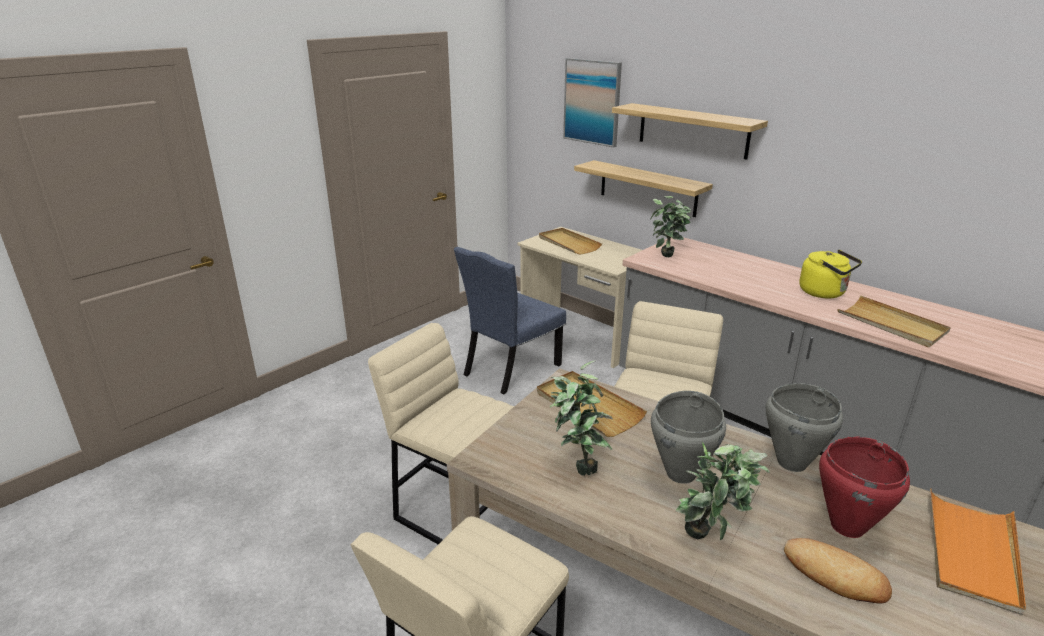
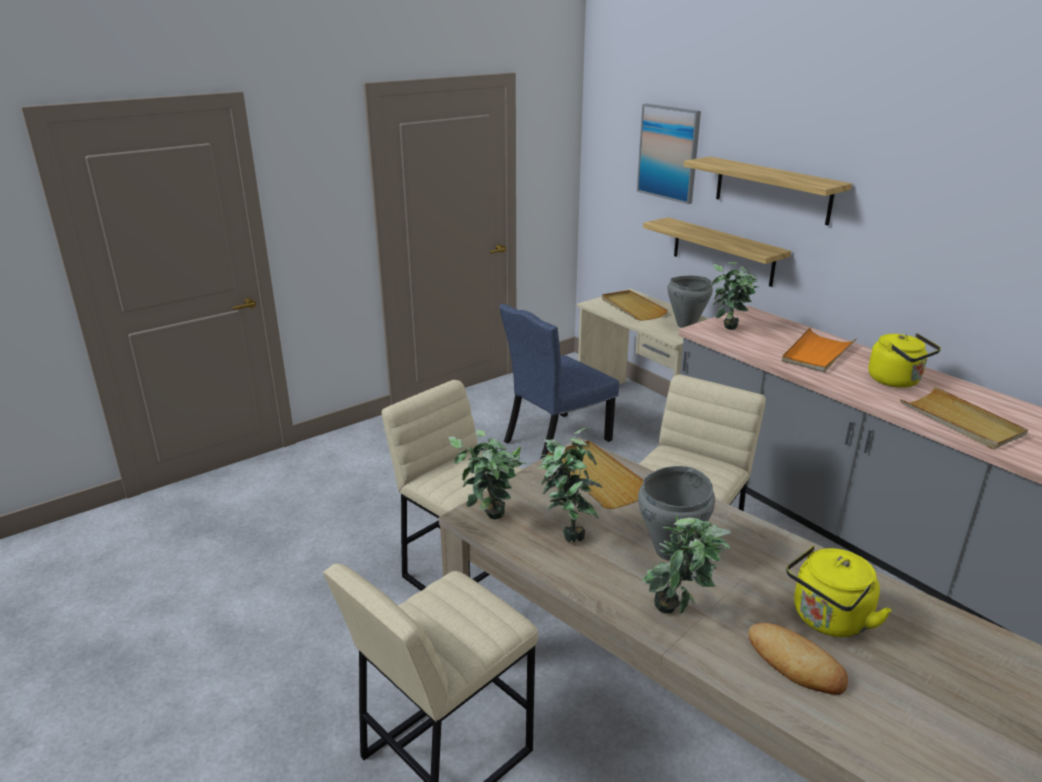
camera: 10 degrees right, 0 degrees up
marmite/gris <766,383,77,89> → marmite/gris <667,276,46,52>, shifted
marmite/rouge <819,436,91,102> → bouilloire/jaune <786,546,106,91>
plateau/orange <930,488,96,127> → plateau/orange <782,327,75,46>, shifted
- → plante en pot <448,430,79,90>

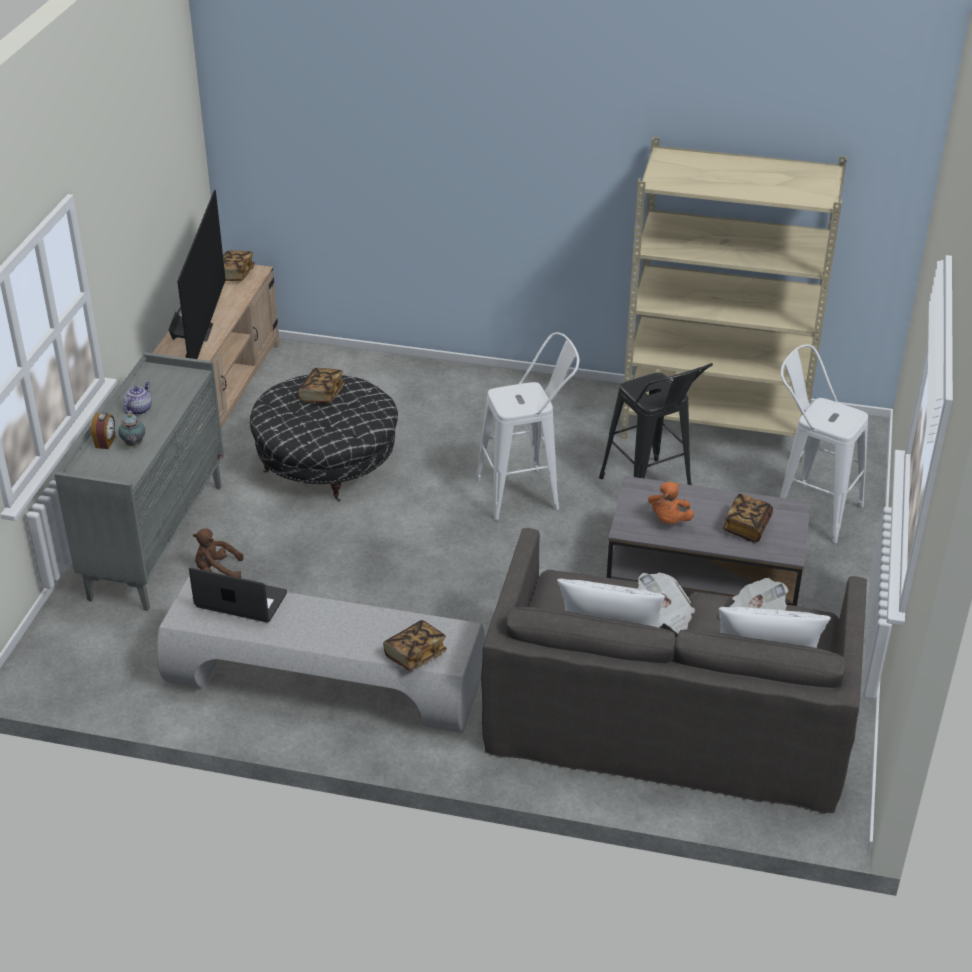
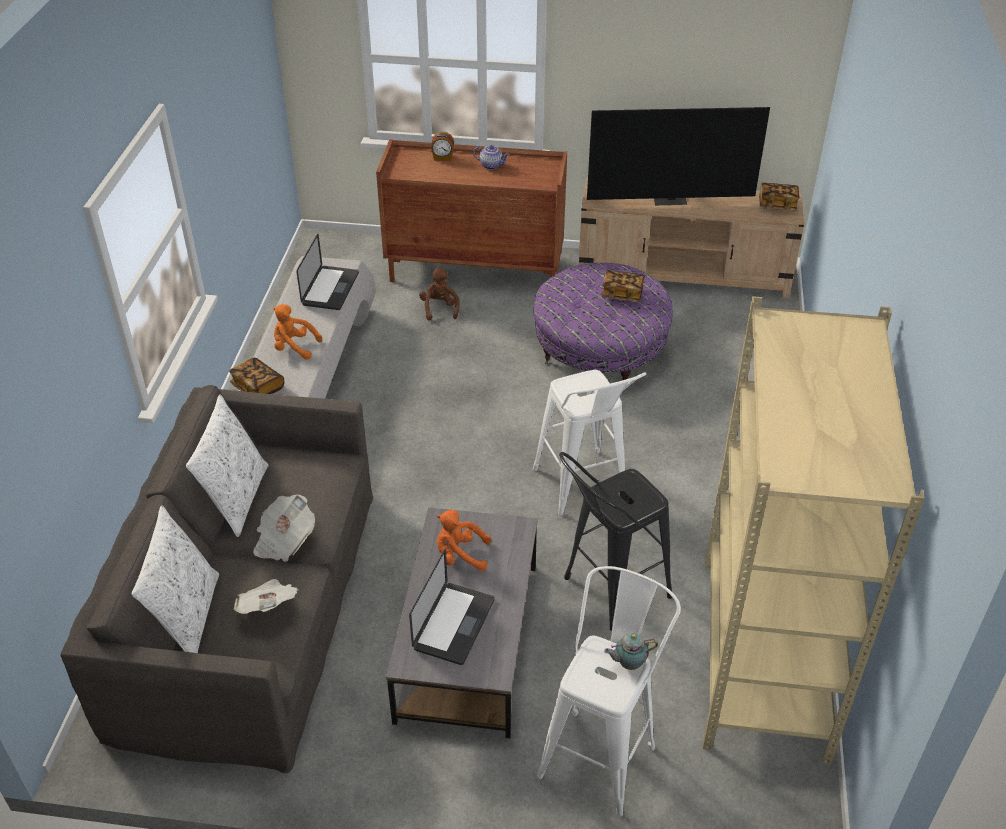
camera: 85 degrees right, 5 degrees up
meuble de rangement/gris <54,352,170,259> → meuble de rangement/marron <376,139,191,143>
pouf/noir <250,375,148,127> → pouf/violet <533,263,140,117>
théière <119,412,26,34> → théière <604,632,54,38>, shifted
livre <723,494,50,49> → ordinateur portable <409,549,86,116>
- → peluche/orange <273,304,49,56>

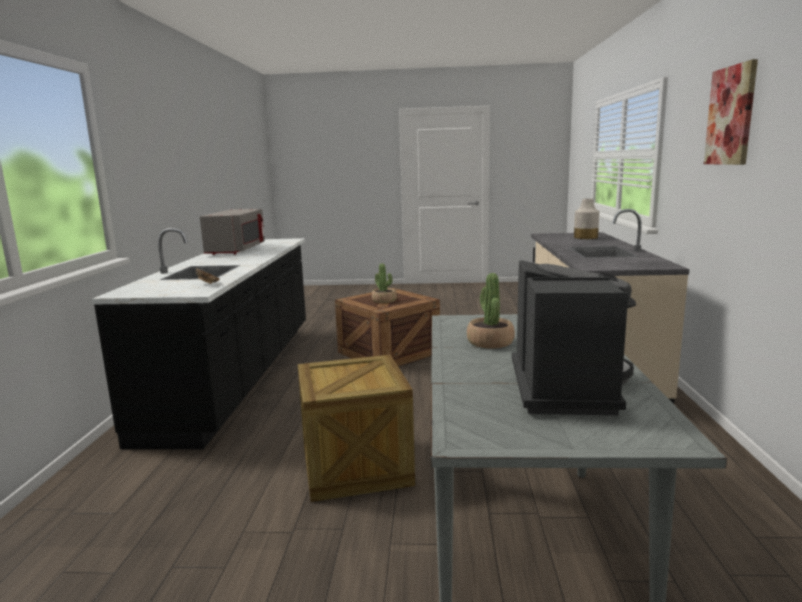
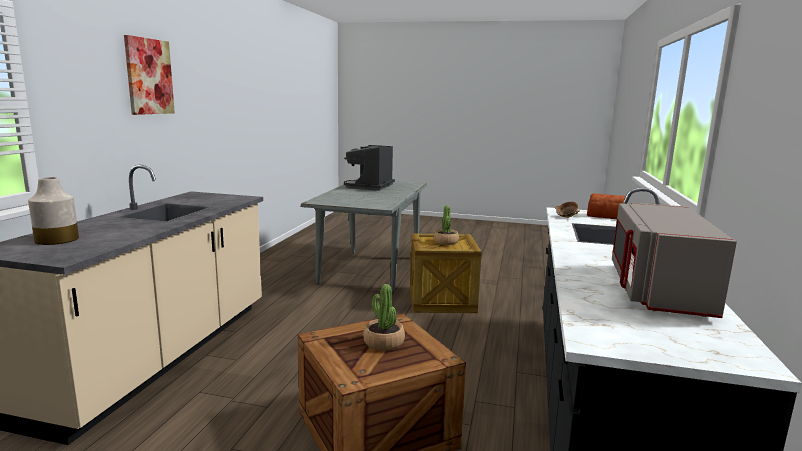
camera: 170 degrees left, 0 degrees up
plante en pot <467,273,48,75> → plante en pot <434,205,25,40>, shifted
- → pain <587,193,38,26>

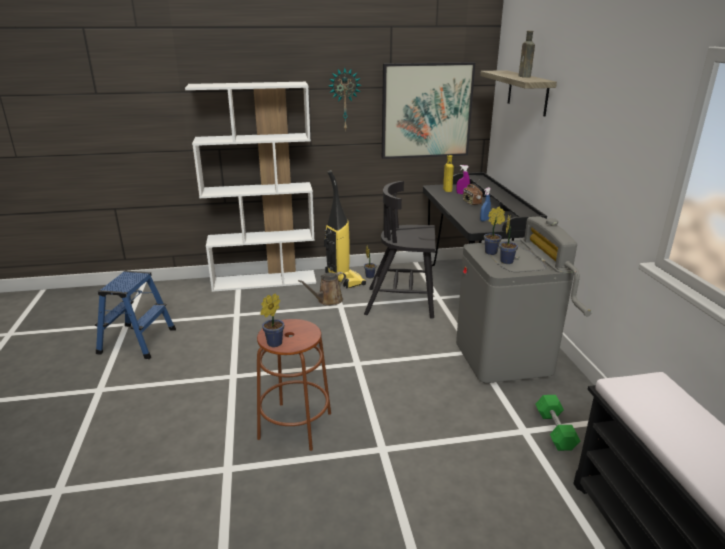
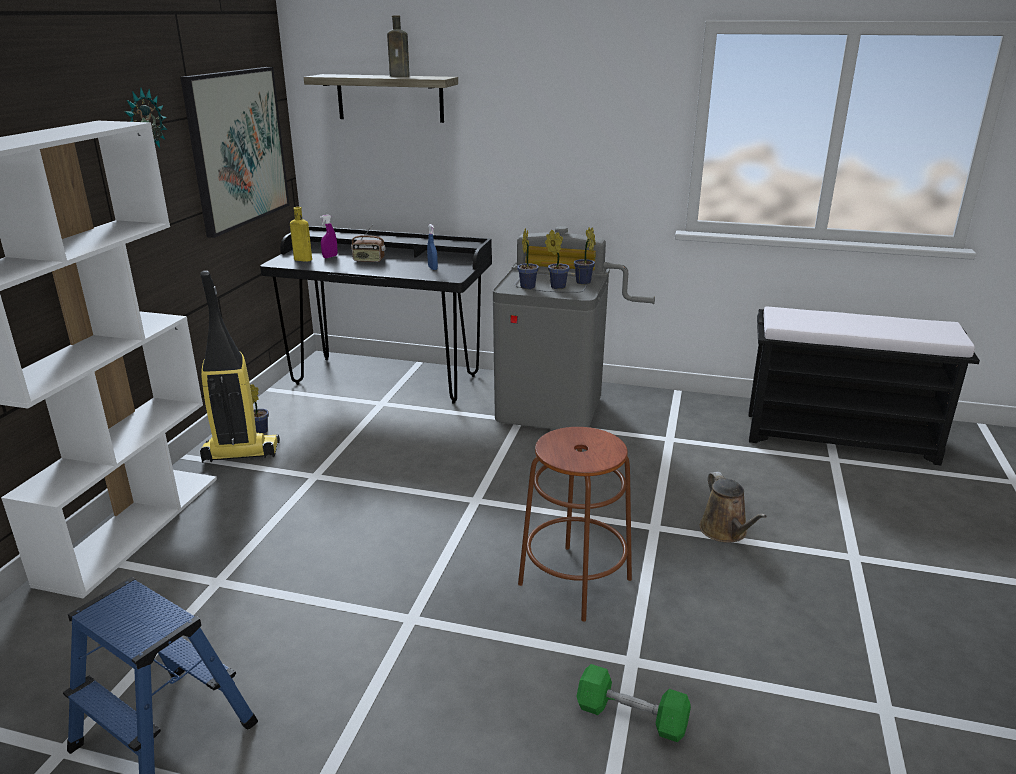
camera: 65 degrees left, 0 degrees up
chaise/noir <364,181,72,138> → -
arrosoir/marron <298,272,48,33> → arrosoir/marron <700,472,67,71>, shifted
plante en pot <260,293,24,54> → plante en pot <574,227,22,58>, shifted
haltère/vert <536,395,44,56> → haltère/vert <576,664,115,78>, shifted

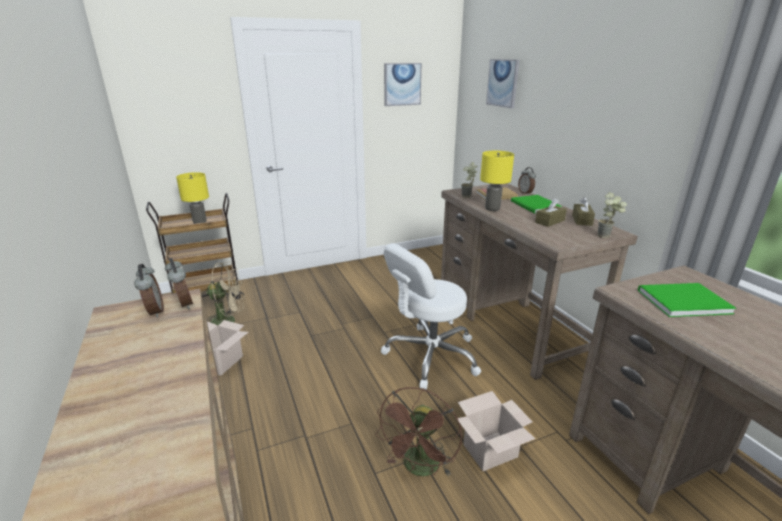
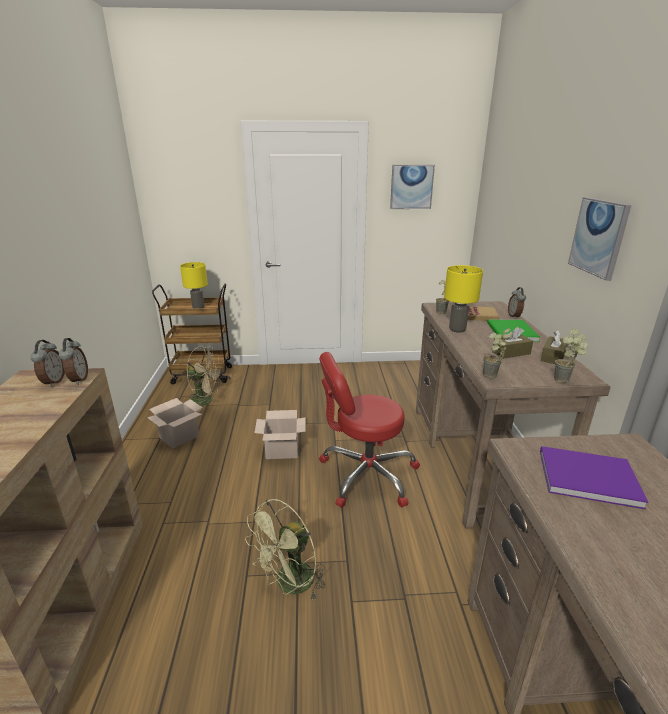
camera: 20 degrees right, 0 degrees up
tableau <486,59,33,49> → tableau <568,197,63,84>, shifted
chaise de bureau/blanc <381,243,100,147> → chaise de bureau/rouge <319,352,101,156>
livre/vert <638,283,98,34> → livre/violet <540,446,108,63>
ventilateur/marron <375,387,87,89> → ventilateur/vert <245,499,80,103>
carton <458,391,77,80> → carton <255,410,51,49>, shifted
- → plante en pot <483,328,28,51>

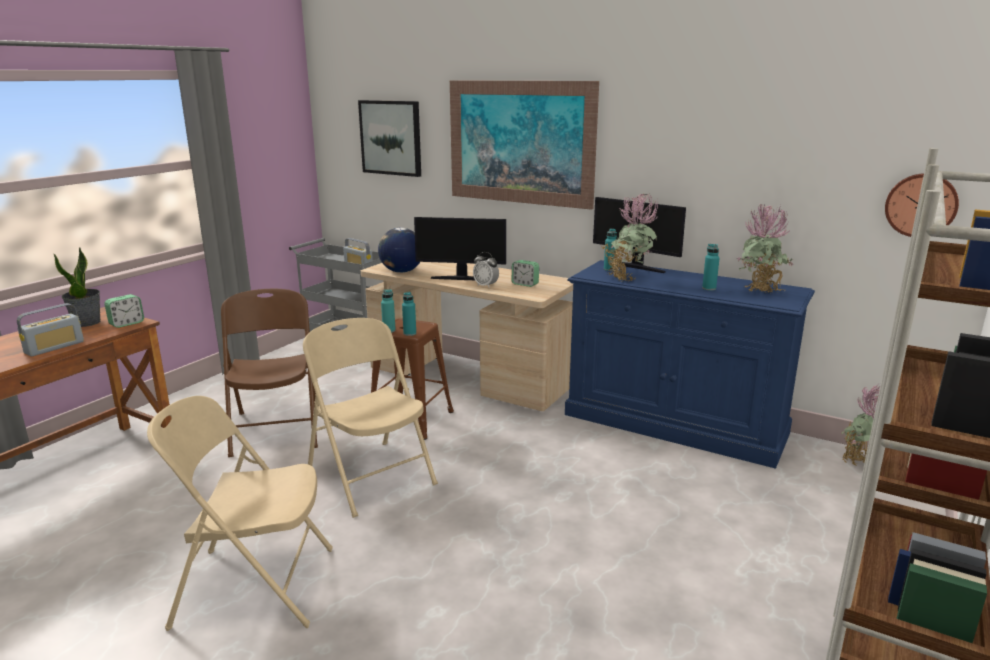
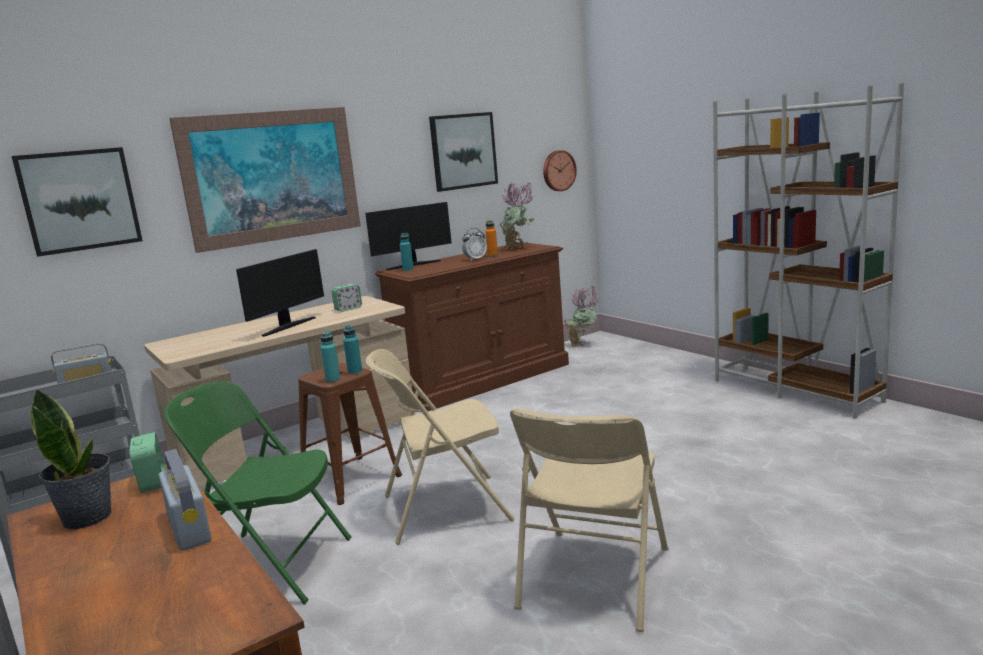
camera: 65 degrees left, 5 degrees down
plante en pot <601,194,57,88> → -
globe <378,228,42,45> → -
bouteille/turquoise <702,244,18,47> → bouteille/orange <485,220,13,37>
réveil <473,252,26,36> → réveil <462,228,25,33>, shifted
meuble de rangement/bleu <565,260,250,209> → meuble de rangement/marron <375,242,194,169>
chaise/marron <221,289,97,168> → chaise/vert <164,381,187,224>
- → tableau <429,112,69,80>

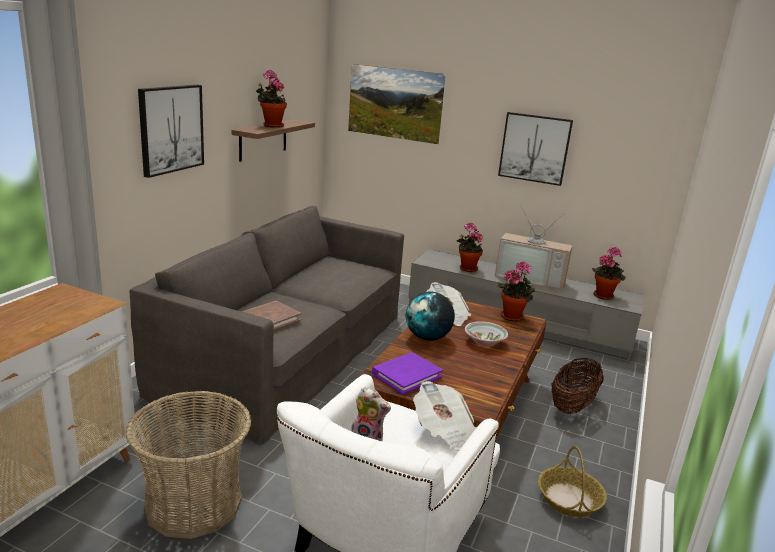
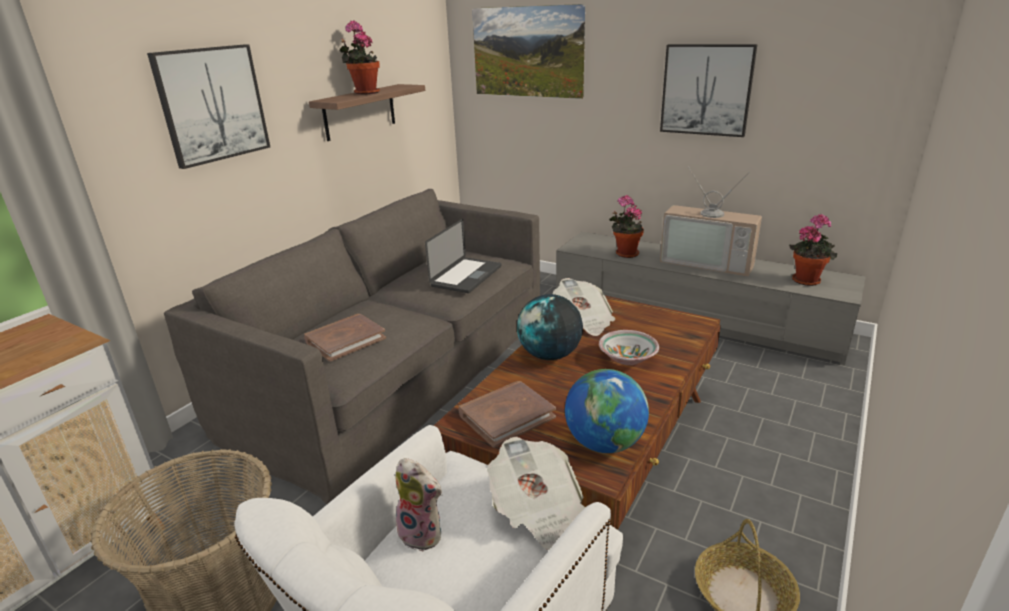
camera: 10 degrees right, 5 degrees up
plante en pot <498,261,37,60> → -
livre/violet <372,352,71,43> → livre/marron <458,381,98,67>
panier <551,358,53,56> → -
- → ordinateur portable <425,219,76,74>
- → globe <565,369,84,84>

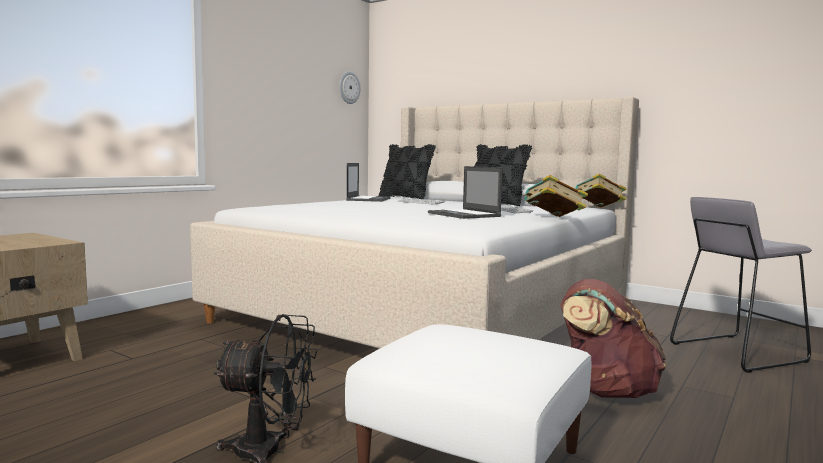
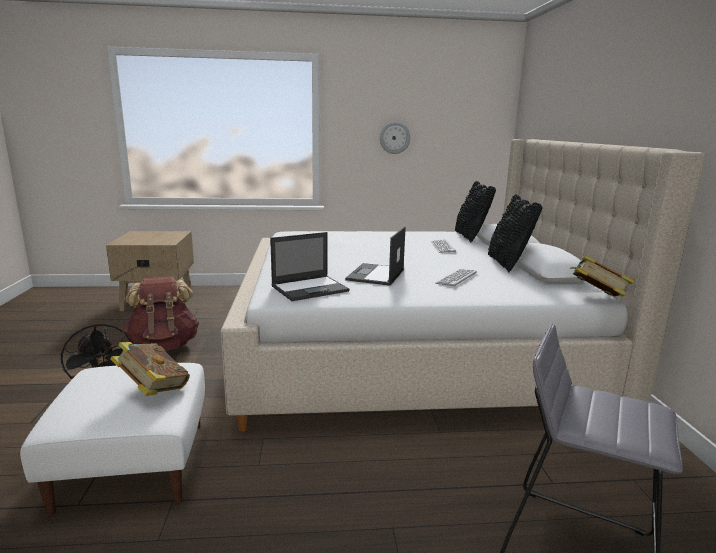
camera: 50 degrees right, 10 degrees up
horloge murale <339,71,22,33> → horloge murale <380,122,30,32>, shifted
ordinateur portable <346,163,45,39> → ordinateur portable <270,232,80,69>, shifted
livre <523,175,65,42> → livre <110,342,80,54>, shifted
sac à dos/marron <560,279,106,119> → sac à dos/marron <123,276,76,74>, shifted

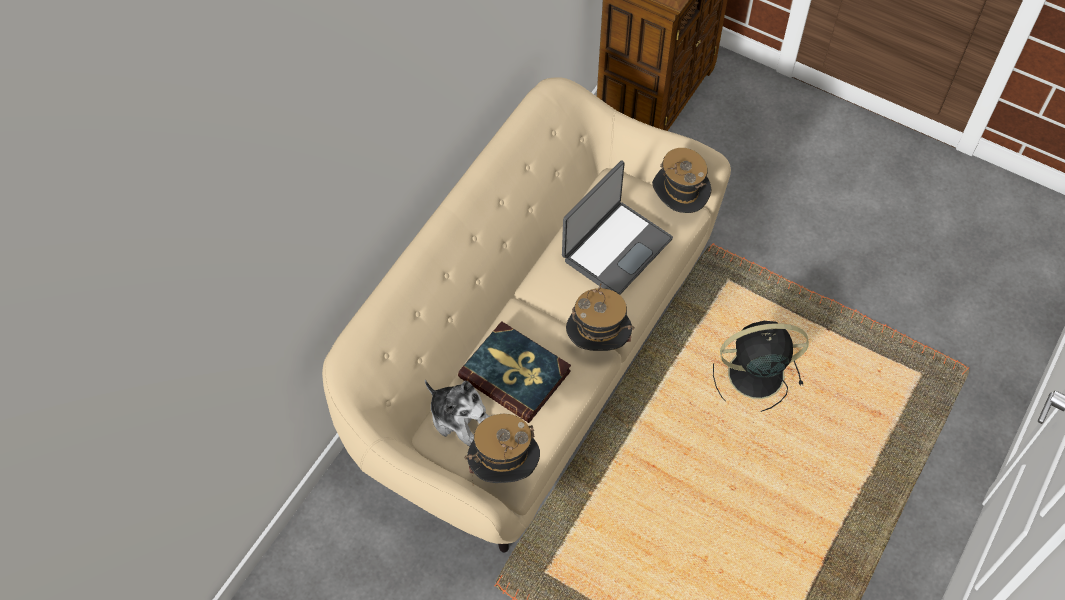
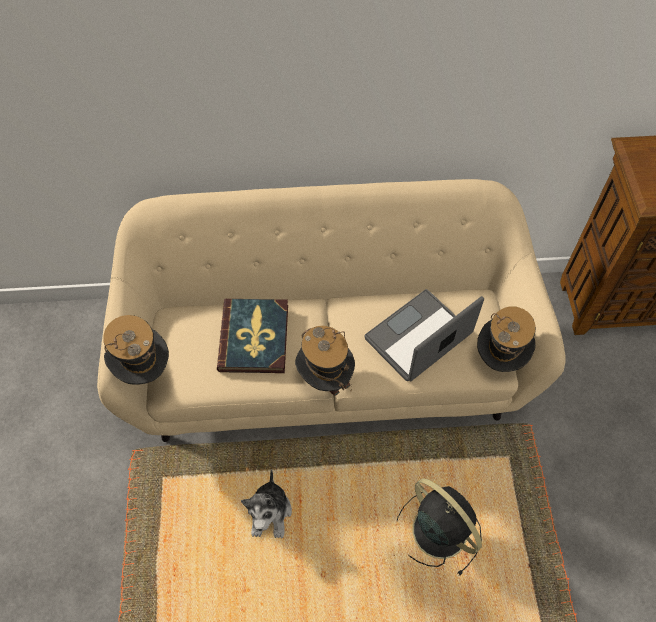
camera: 55 degrees right, 0 degrees up
ordinateur portable <562,160,111,135> → ordinateur portable <364,289,120,92>, 135 degrees clockwise
peluche <425,380,65,66> → peluche <241,469,51,69>, shifted

